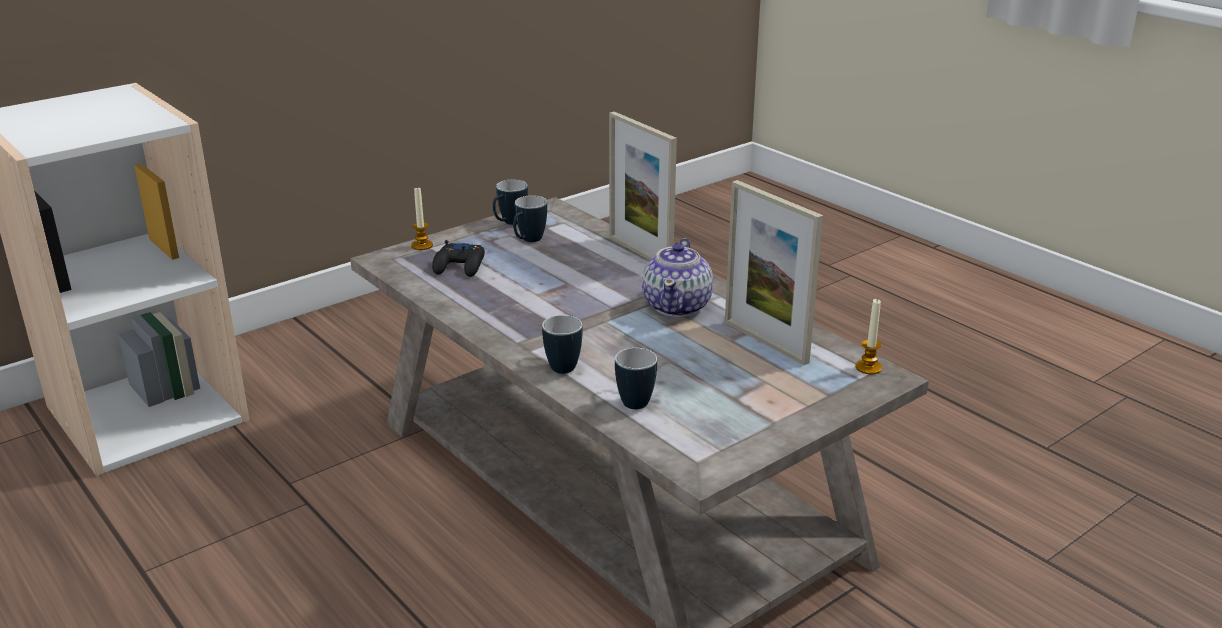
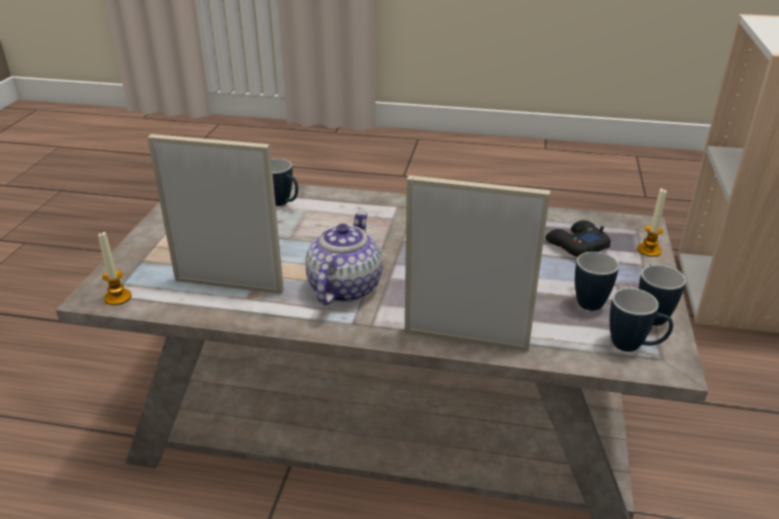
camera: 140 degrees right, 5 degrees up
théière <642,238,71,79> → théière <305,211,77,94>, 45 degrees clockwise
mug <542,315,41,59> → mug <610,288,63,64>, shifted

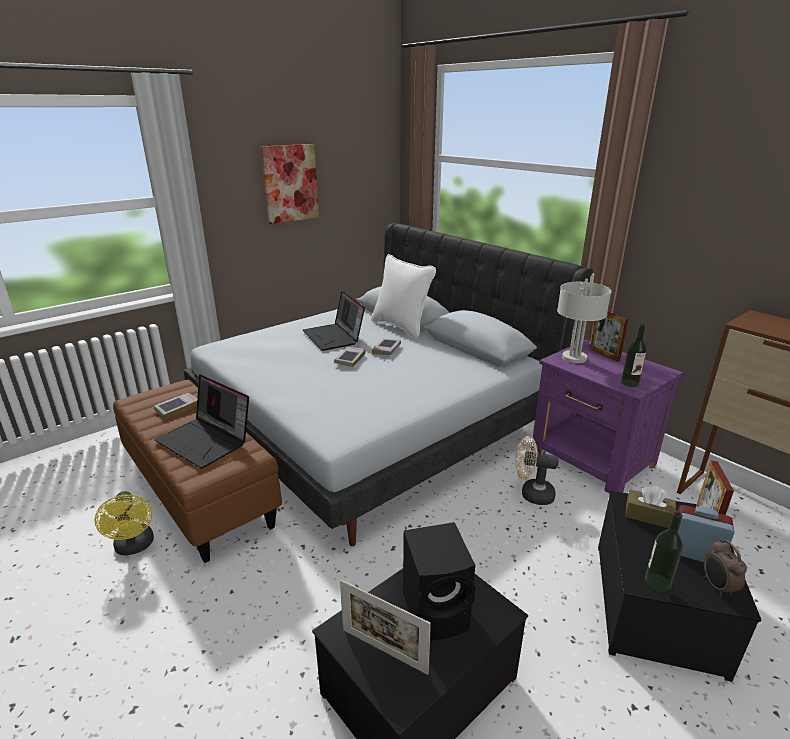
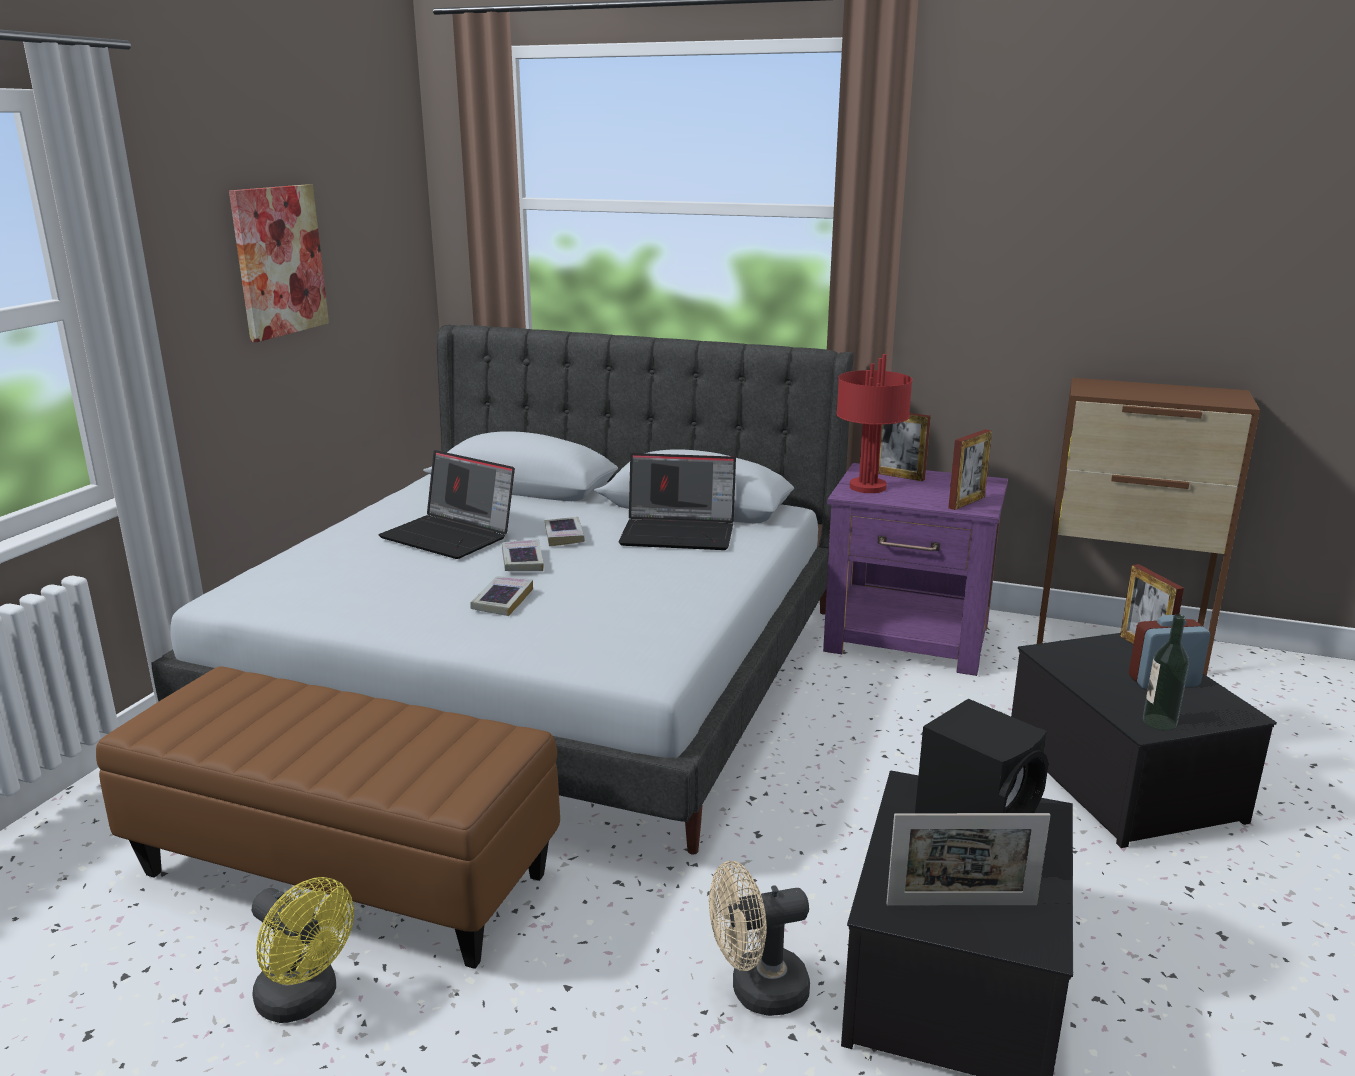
camera: 30 degrees left, 5 degrees down
coussin/blanc <371,254,65,85> → -
lampe de table/gris <557,274,55,89> → lampe de table/rouge <836,354,76,139>
bouteille <621,324,26,63> → cadre photo <948,429,44,81>
ordinateur portable <154,375,95,93> → ordinateur portable <618,453,118,97>, shifted
livre <154,393,43,26> → livre <470,576,63,40>, shifted
ventilateur/beige <515,436,44,69> → ventilateur/beige <709,861,101,155>, shifted
boîte à mouchoirs/marron <625,486,51,42> → -
réveil <704,539,43,58> → -

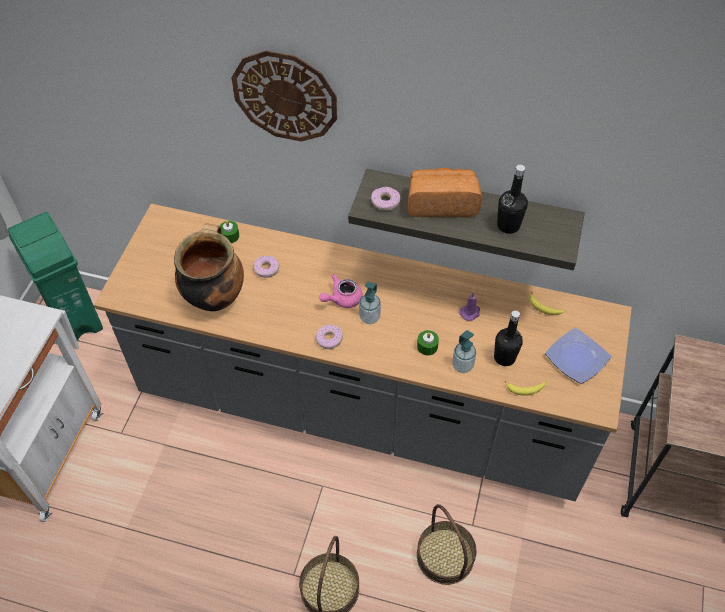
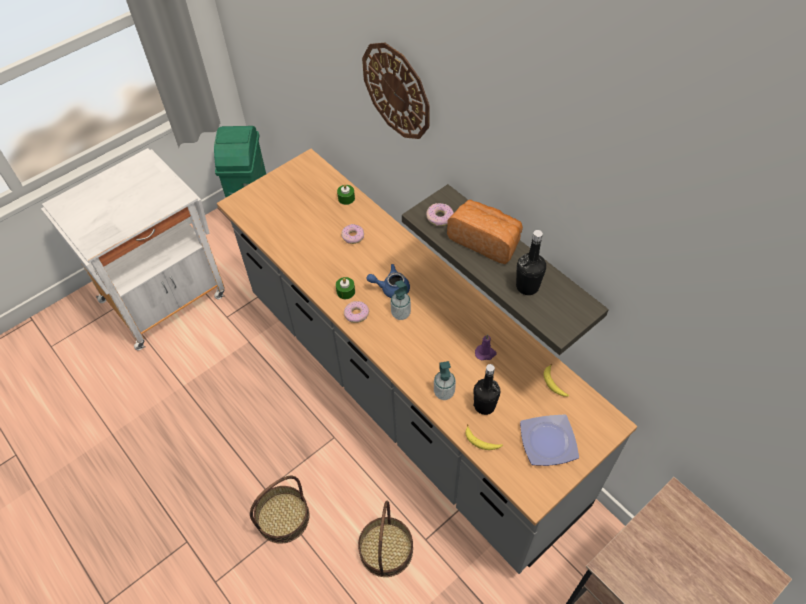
camera: 35 degrees right, 0 degrees up
marmite <174,223,70,88> → -
théière/rose <319,274,43,34> → théière/bleu <366,264,44,34>
bougie/vert <417,330,22,25> → bougie/vert <336,277,19,22>, shifted

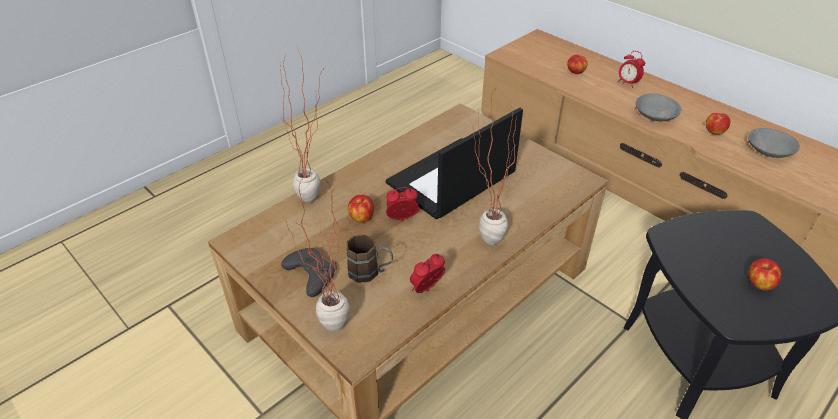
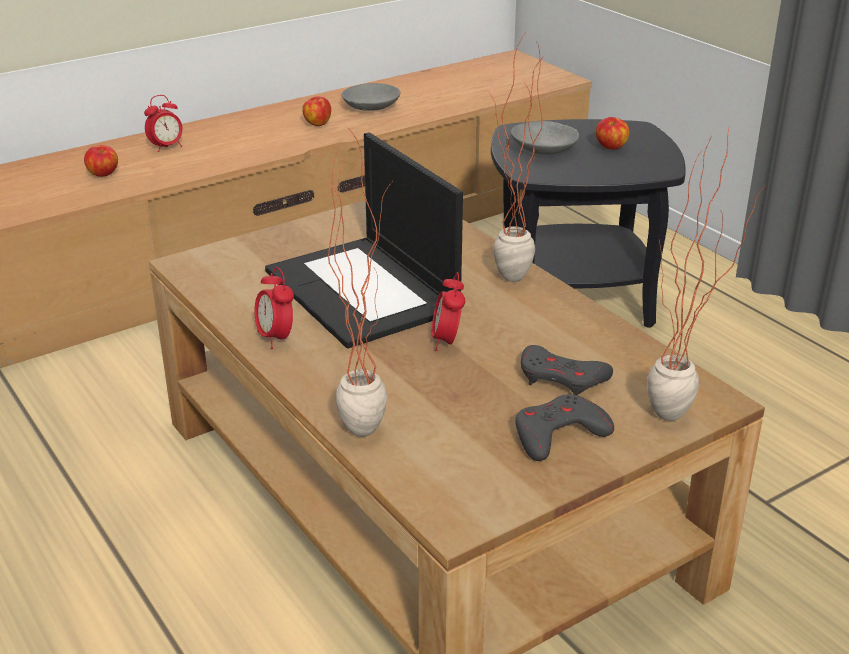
camera: 80 degrees left, 10 degrees down
bol/gris <636,94,45,27> → bol/gris <511,121,68,34>, shifted
pomme <348,195,26,28> → -
mug/marron <346,234,47,49> → manette/gris <521,345,92,50>
réveil <410,254,35,39> → réveil <254,267,40,82>, shifted

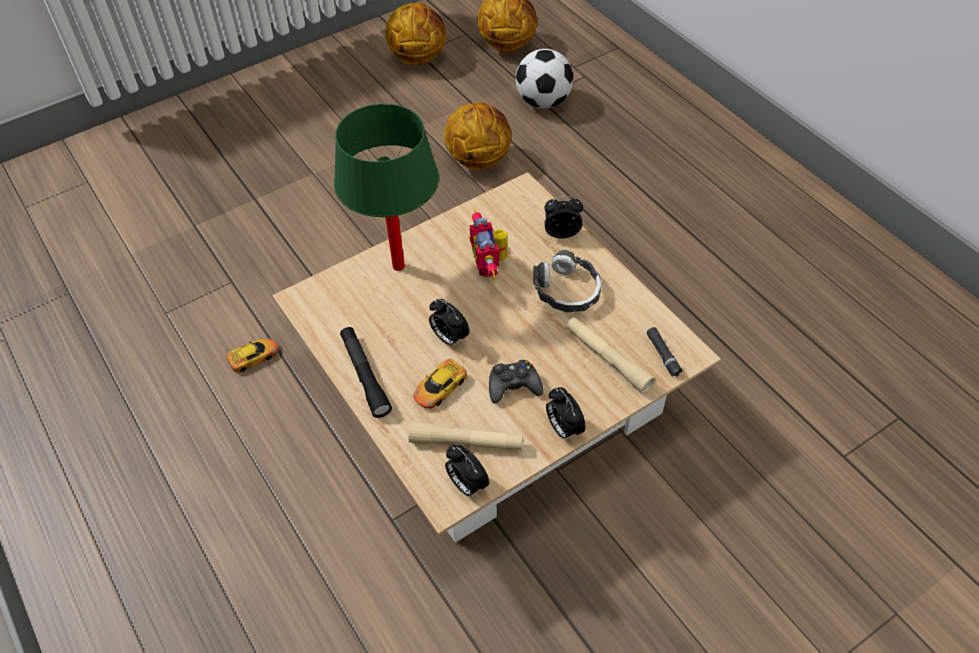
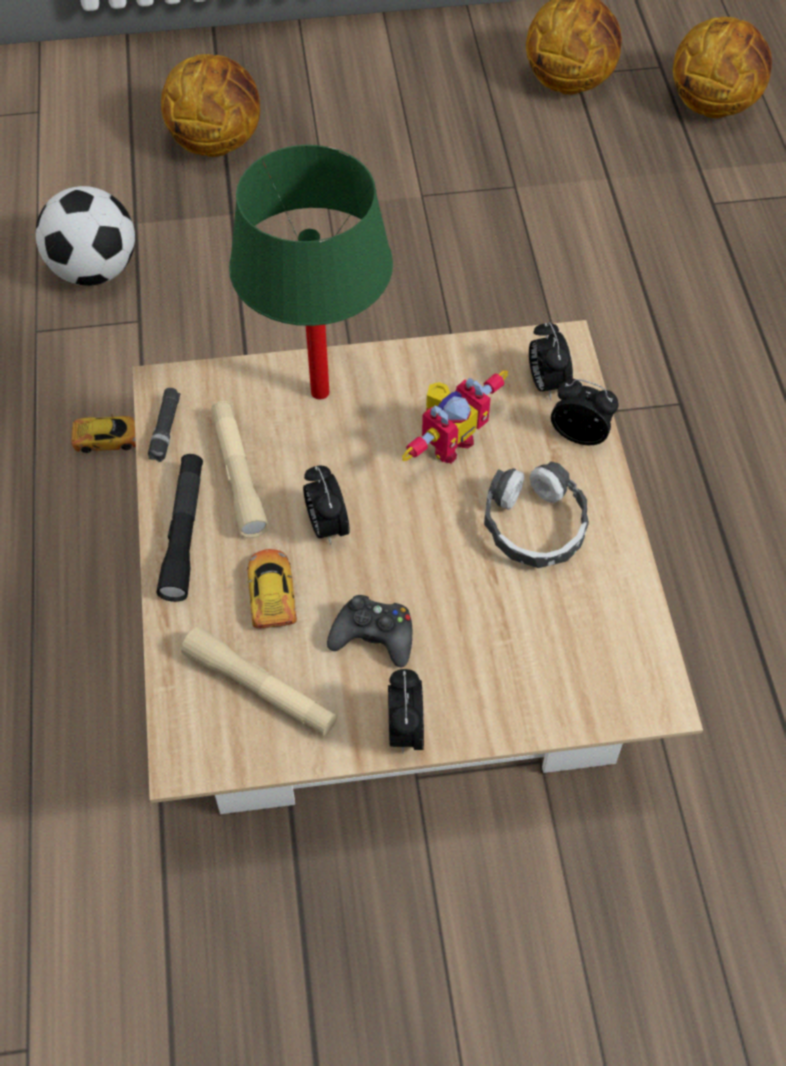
camera: 25 degrees right, 5 degrees up
ballon de foot <516,49,57,60> → ballon de foot <36,186,99,100>, shifted
ballon de basket <444,102,67,69> → ballon de basket <161,54,99,103>, shifted
robot jouet <469,209,38,72> → robot jouet <402,370,106,94>, 150 degrees counterclockwise
lampe de poche/beige <566,317,89,77> → lampe de poche/beige <211,401,58,137>, shifted
lampe de poche/noir <646,327,37,50> → lampe de poche/noir <148,388,32,74>, shifted
petite voiture <413,352,54,57> → petite voiture <248,549,49,80>, 105 degrees clockwise
réveil <445,444,44,53> → réveil <529,322,44,78>, shifted

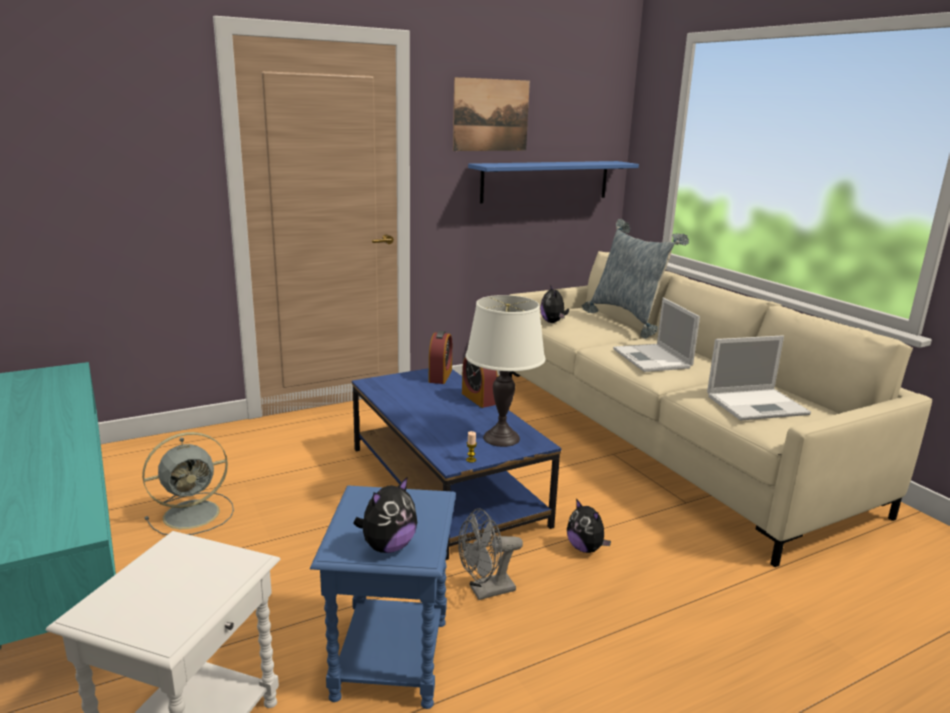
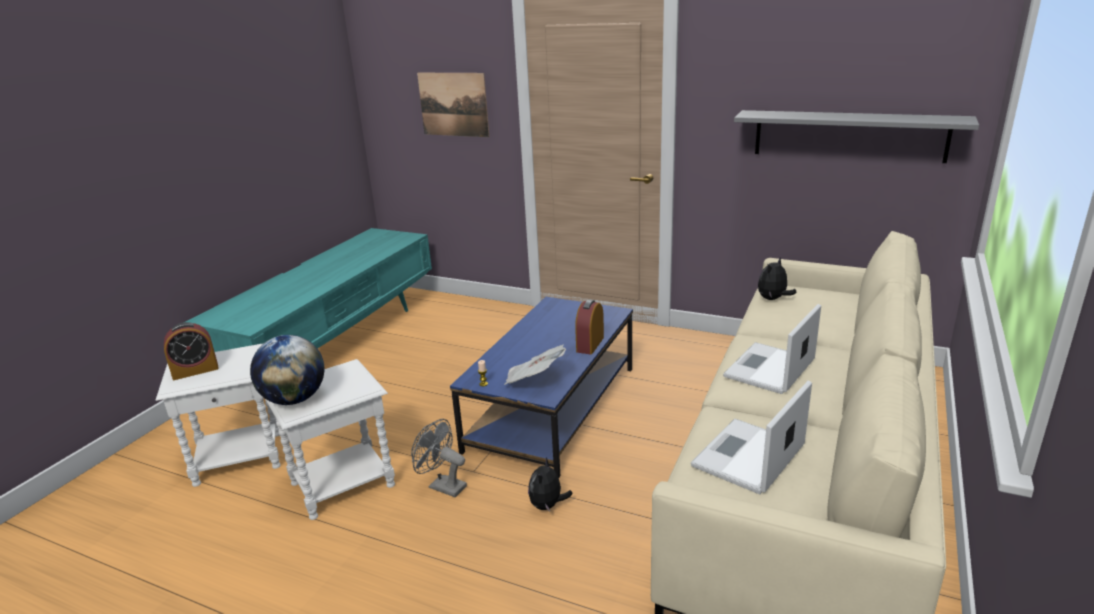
camera: 55 degrees right, 5 degrees up
tableau <453,77,77,74> → tableau <417,73,72,64>, shifted
étagère/bleu <468,161,171,42> → étagère/gris <734,110,245,53>
coussin <582,219,107,120> → -
lampe de table/blanc <465,295,80,152> → journal <504,344,62,41>
réveil <429,331,23,53> → réveil <164,322,55,58>, shifted
ordinateur portable <707,335,104,86> → ordinateur portable <691,381,121,113>, 90 degrees clockwise
ventilateur/gris <142,432,92,103> → -
peluche <353,476,64,77> → globe <250,335,75,70>
table d'appoint/bleu <310,485,146,224> → table d'appoint/blanc <265,359,130,161>

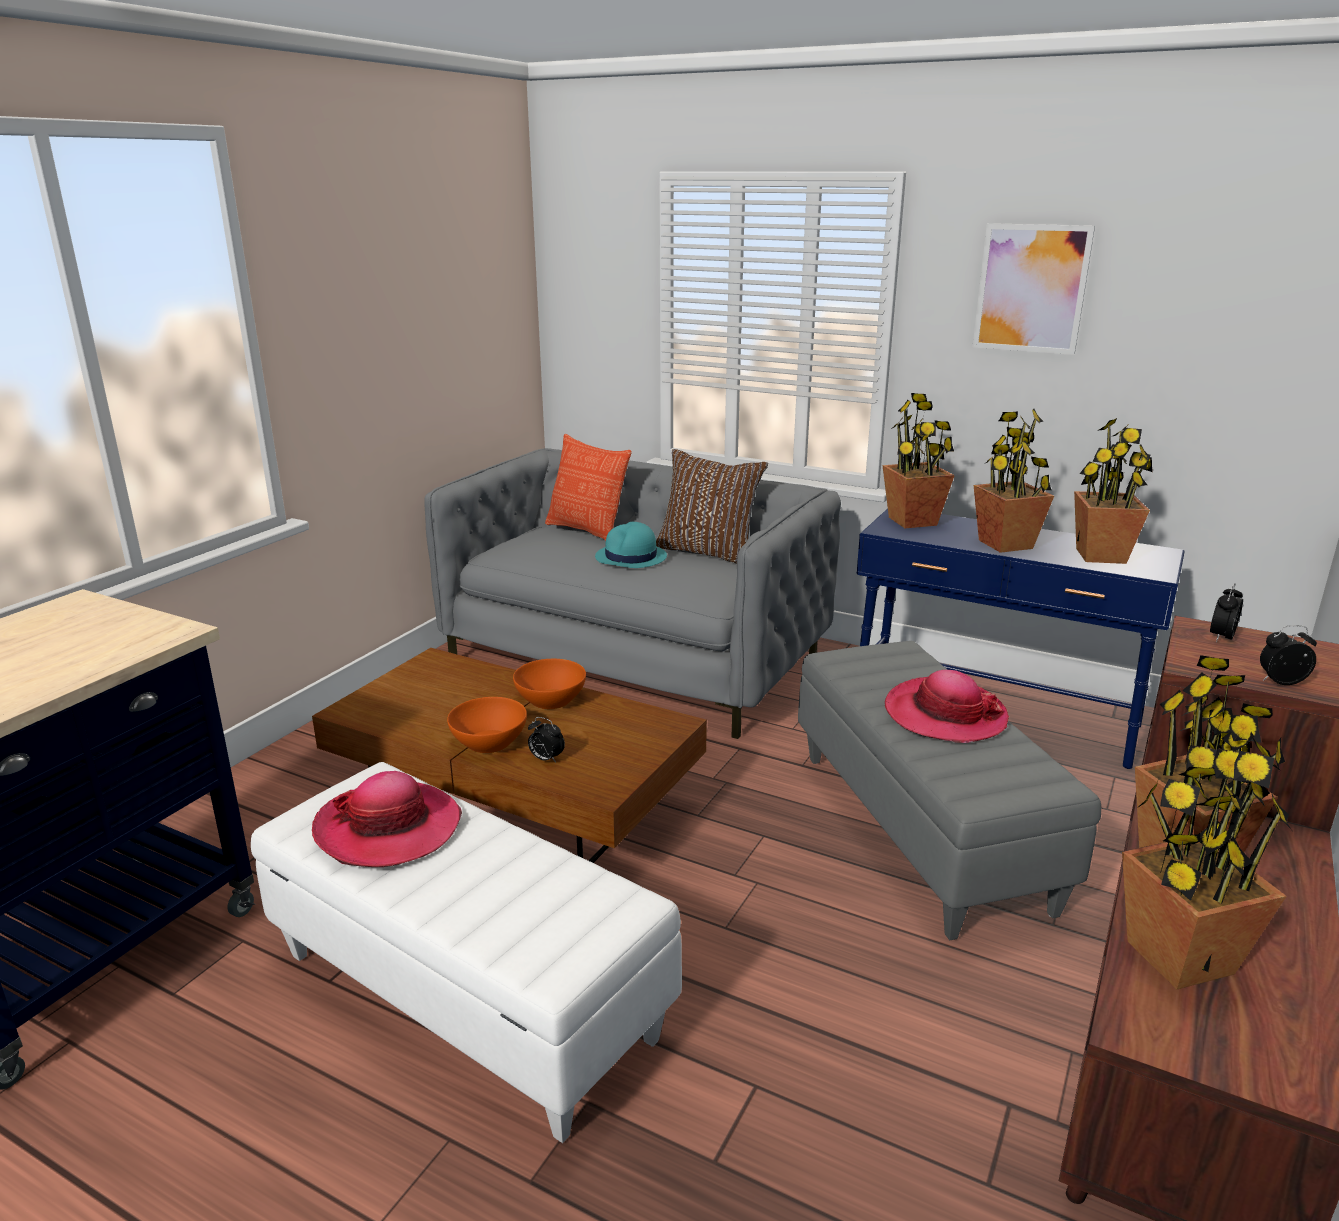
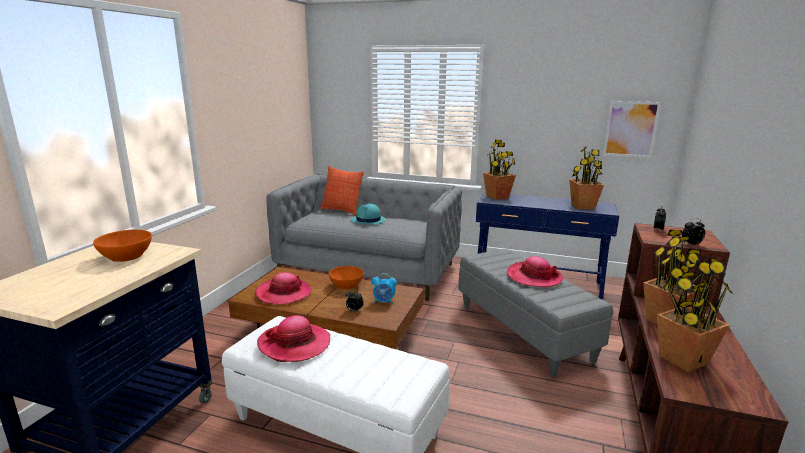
camera: 10 degrees left, 5 degrees down
tableau <973,223,122,132> → tableau <603,101,58,57>, shifted
plante en pot <974,409,80,144> → -
coussin/marron <656,449,112,115> → -
bol/orange <447,697,80,56> → bol/orange <93,230,59,32>, shifted
- → chapeau <256,272,56,32>
- → réveil <372,273,25,31>

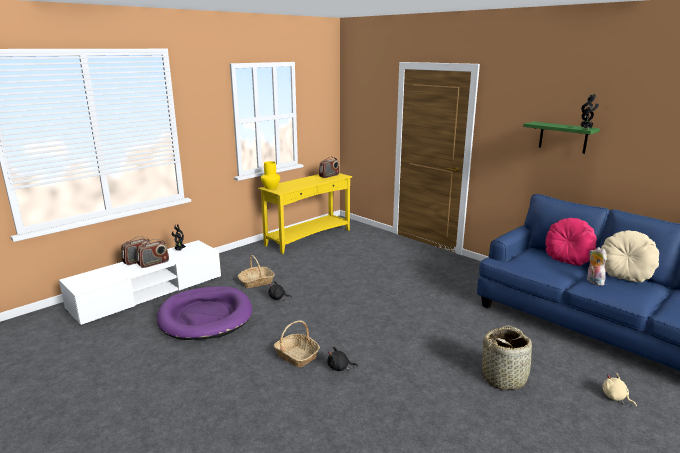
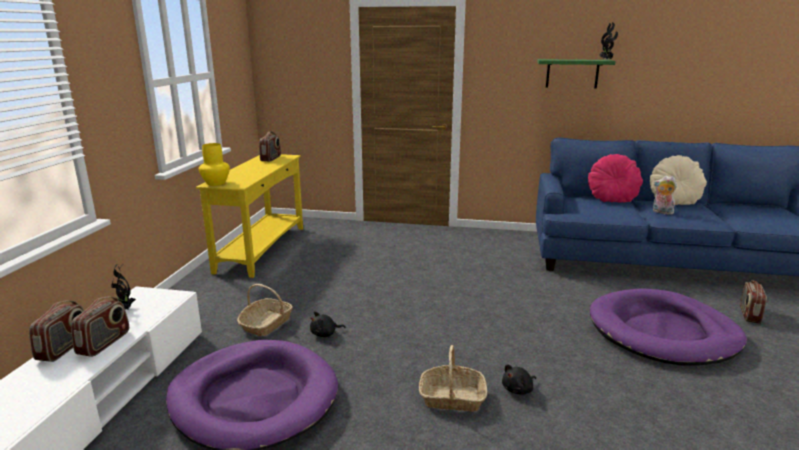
camera: 35 degrees left, 0 degrees up
panier <480,325,58,65> → panier pour chien/violet <590,289,157,76>
peluche/beige <602,373,35,34> → radio <740,280,27,44>

